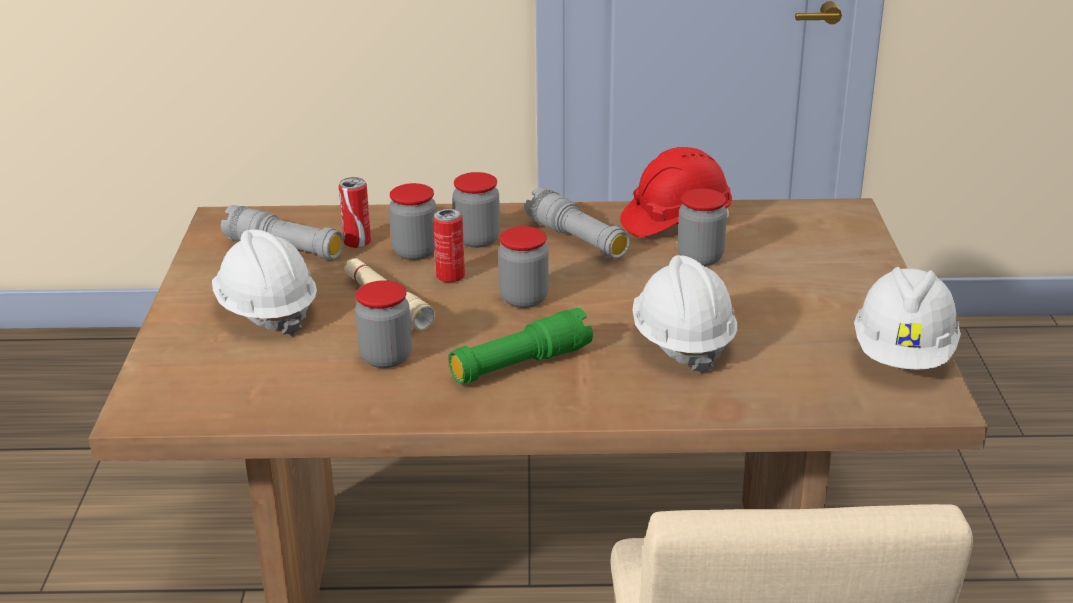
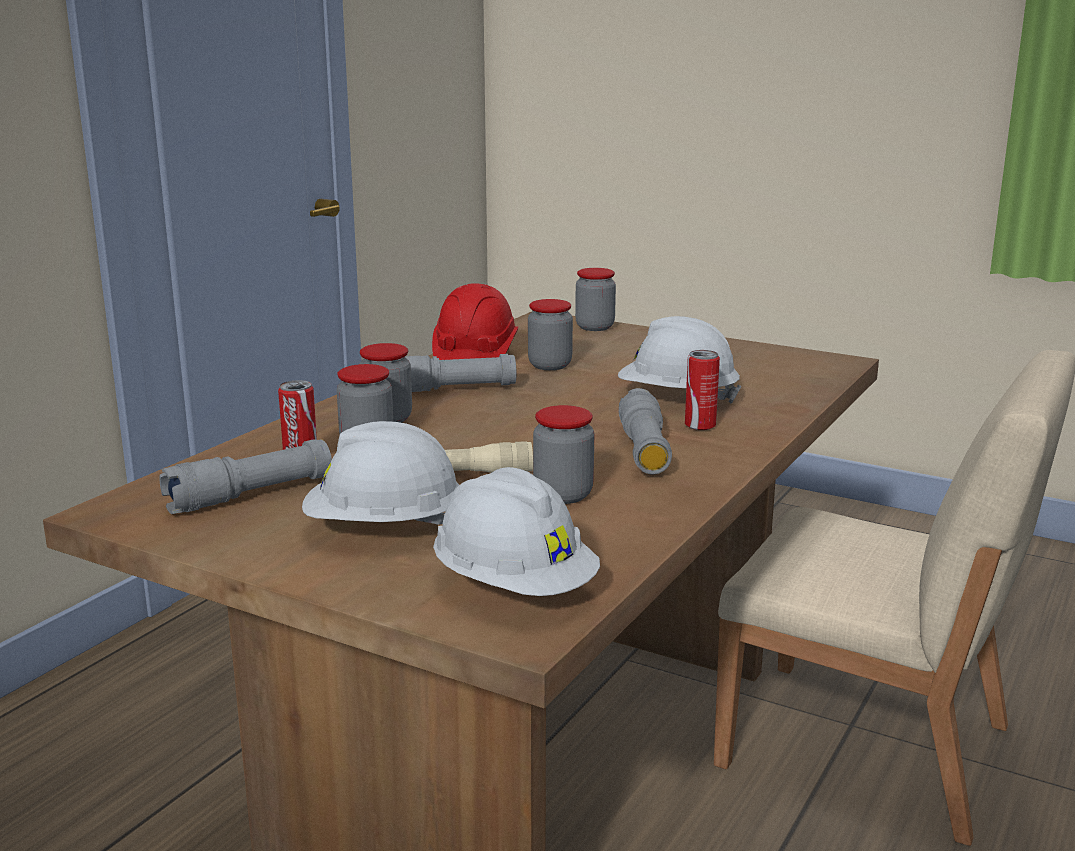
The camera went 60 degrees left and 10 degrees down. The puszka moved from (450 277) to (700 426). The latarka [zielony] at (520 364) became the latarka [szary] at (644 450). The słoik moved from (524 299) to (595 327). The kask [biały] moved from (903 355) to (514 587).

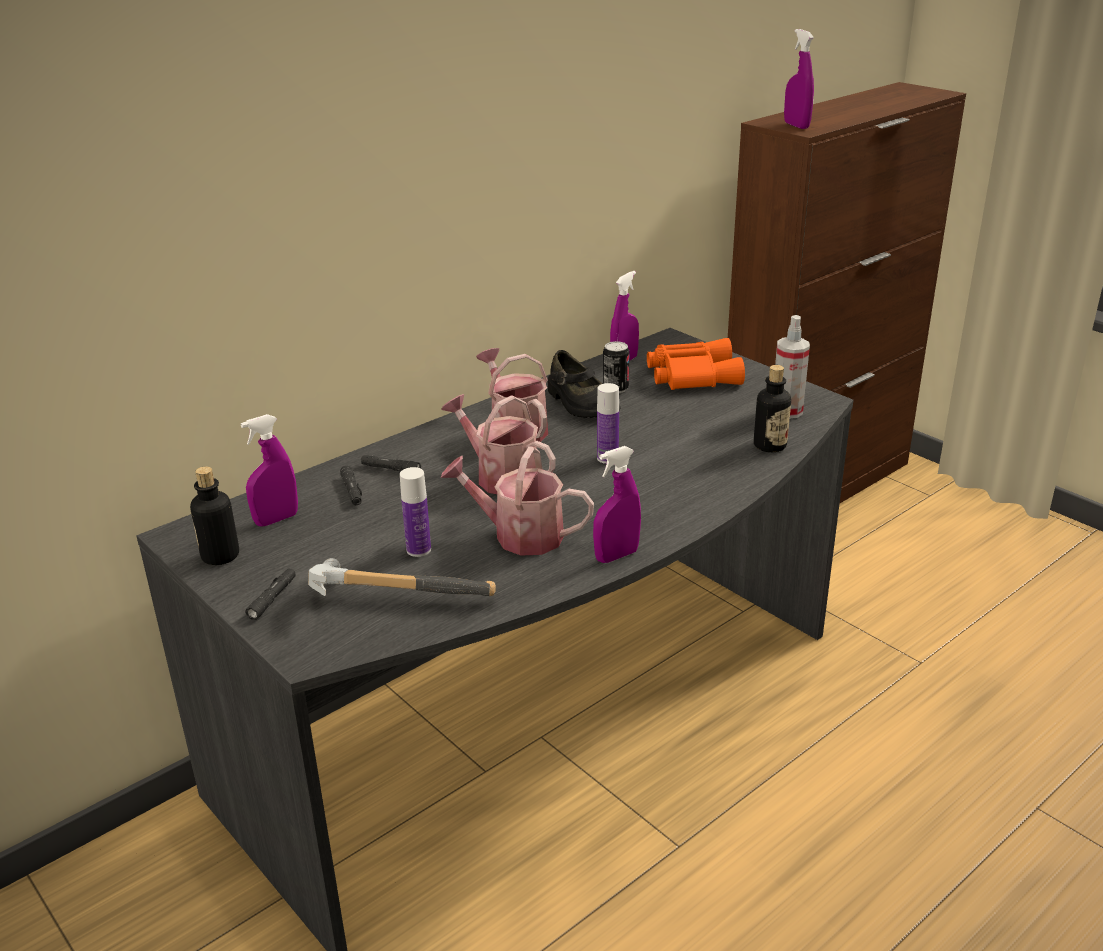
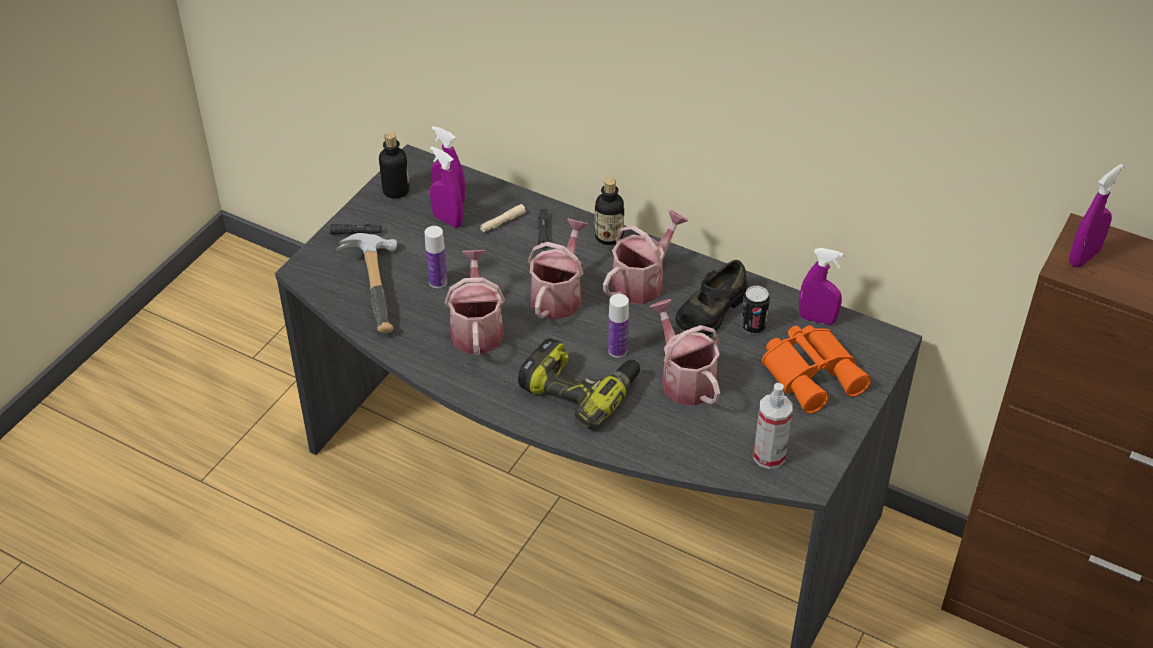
The camera went 70 degrees right and 15 degrees up. The latarka [czarny] at (352 491) became the latarka [beżowy] at (503 222). The spryskiwacz [fioletowy] moved from (616 556) to (447 220). The butelka moved from (770 445) to (608 237). The wiertarka at (580 388) appeared. The konewka at (684 379) appeared.

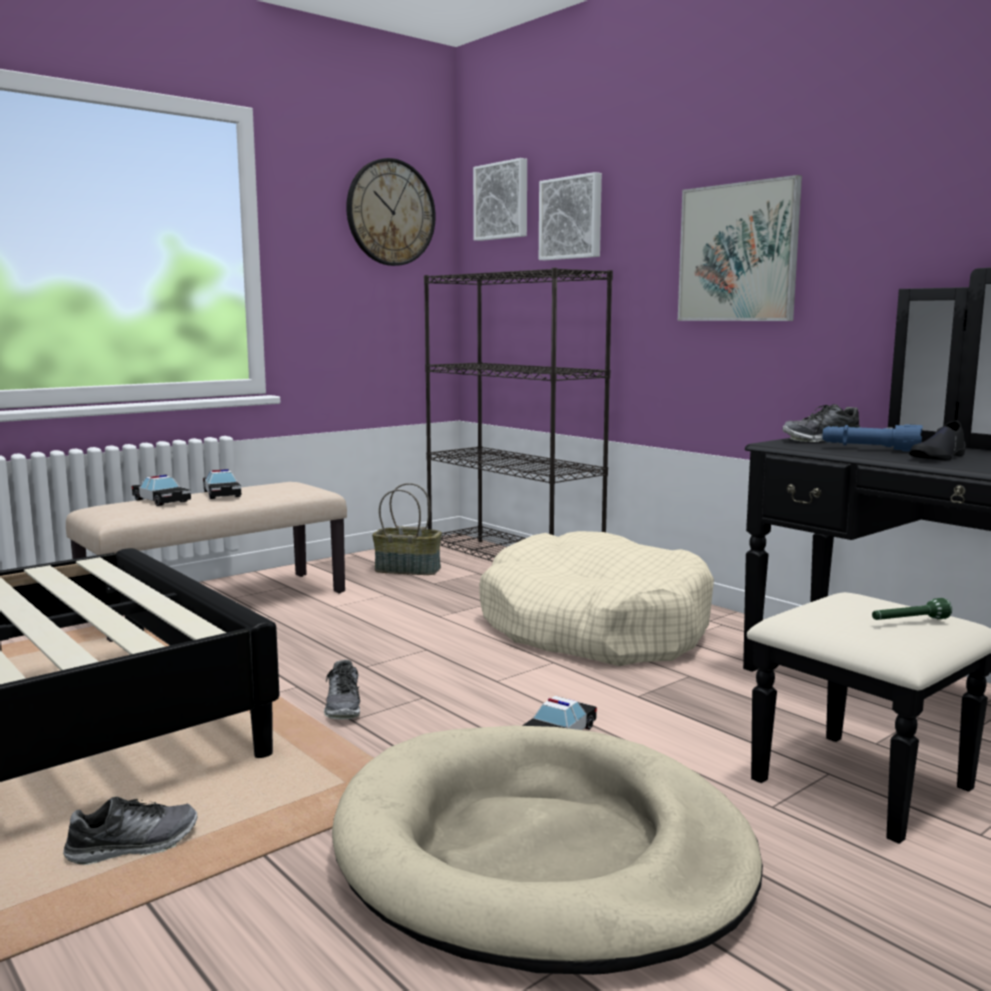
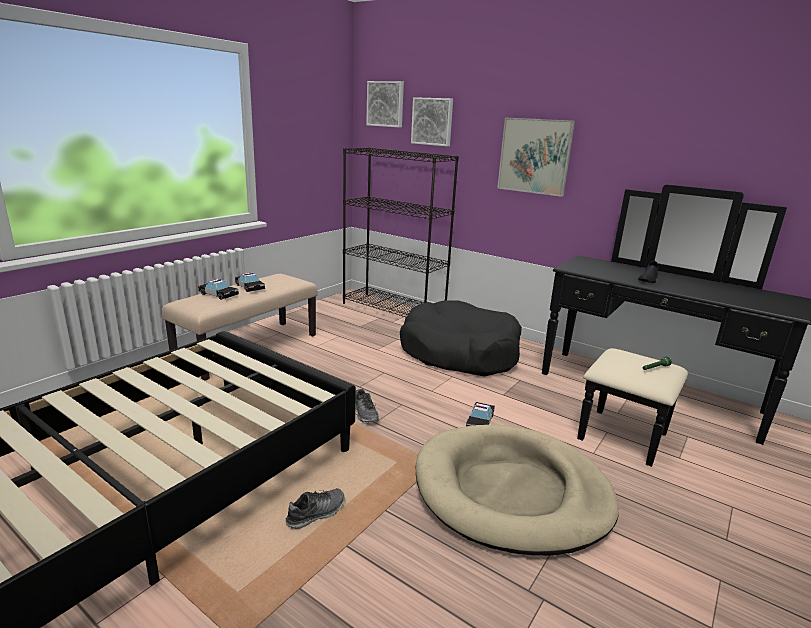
The camera went 15 degrees left and 10 degrees up. The zegar ścienny at (390 212) disappeared. The koszyk at (408 569) disappeared. The legowisko [beżowy] at (594 628) became the legowisko [czarny] at (459 352). The but at (821 440) disappeared. The latarka [niebieski] at (870 449) disappeared.

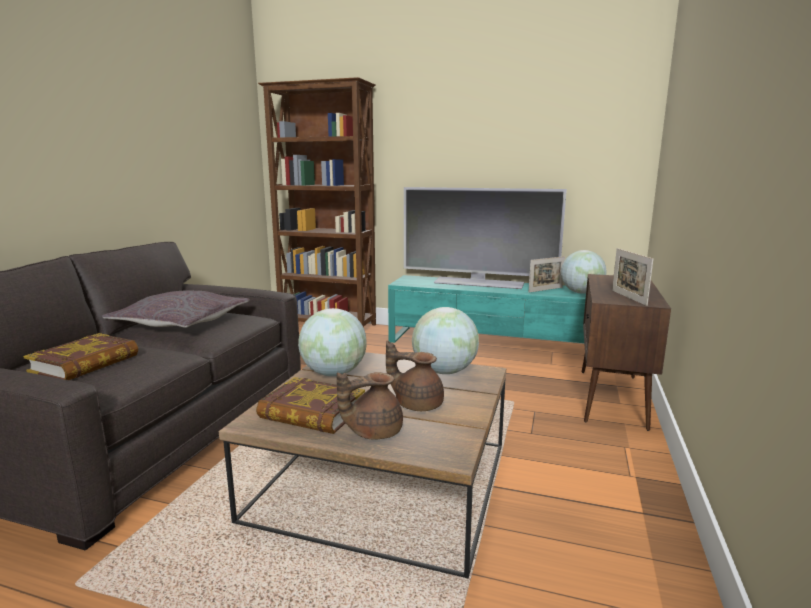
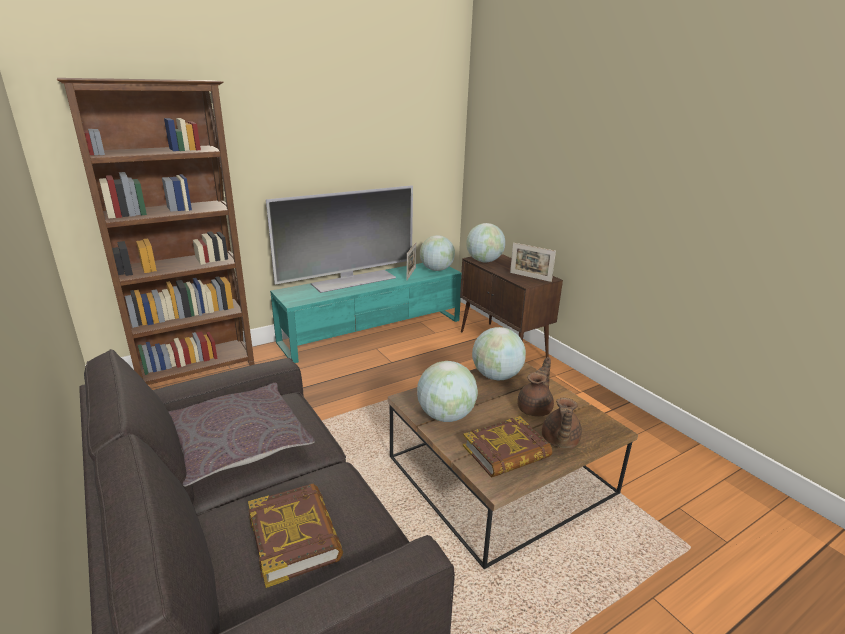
The camera went 50 degrees left and 10 degrees up. The imbryk [brązowy] at (417 404) turned 150 degrees clockwise. The globus at (484 261) appeared.

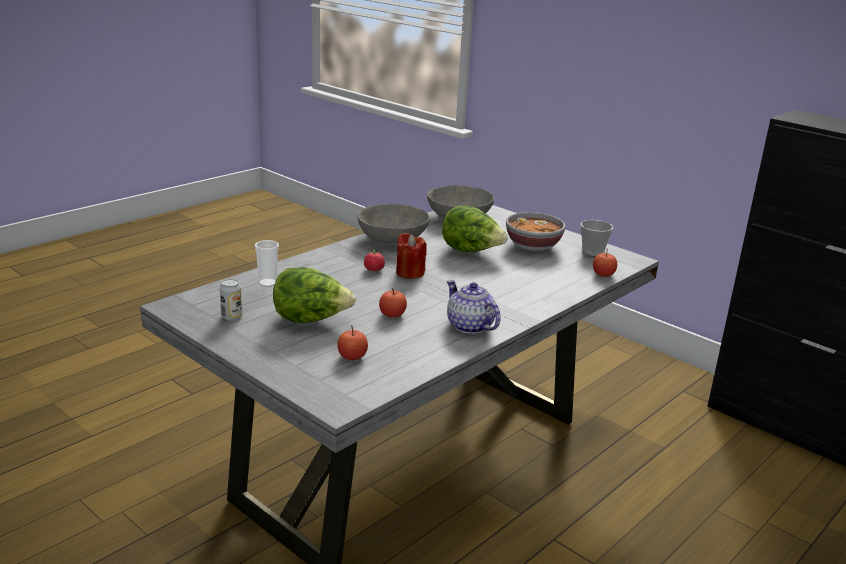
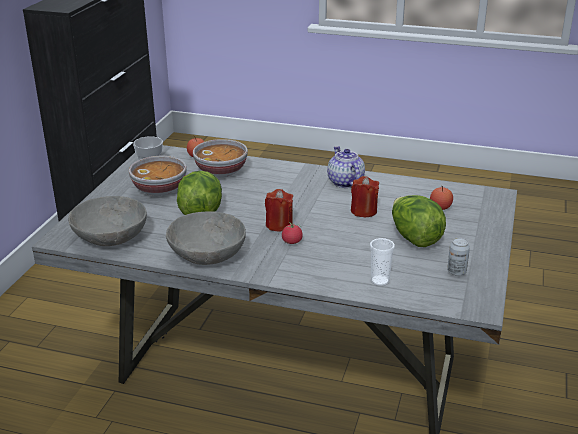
The camera went 115 degrees left and 5 degrees up. The jabłko at (392 315) was replaced by the świeca [czerwony] at (363 211). The imbryk at (469 326) turned 135 degrees clockwise. The miska at (221 171) appeared.

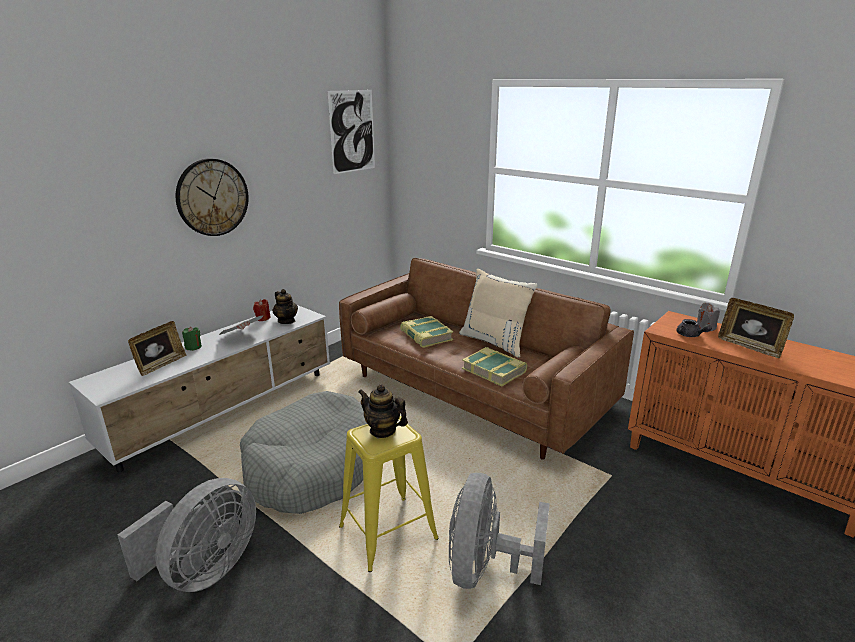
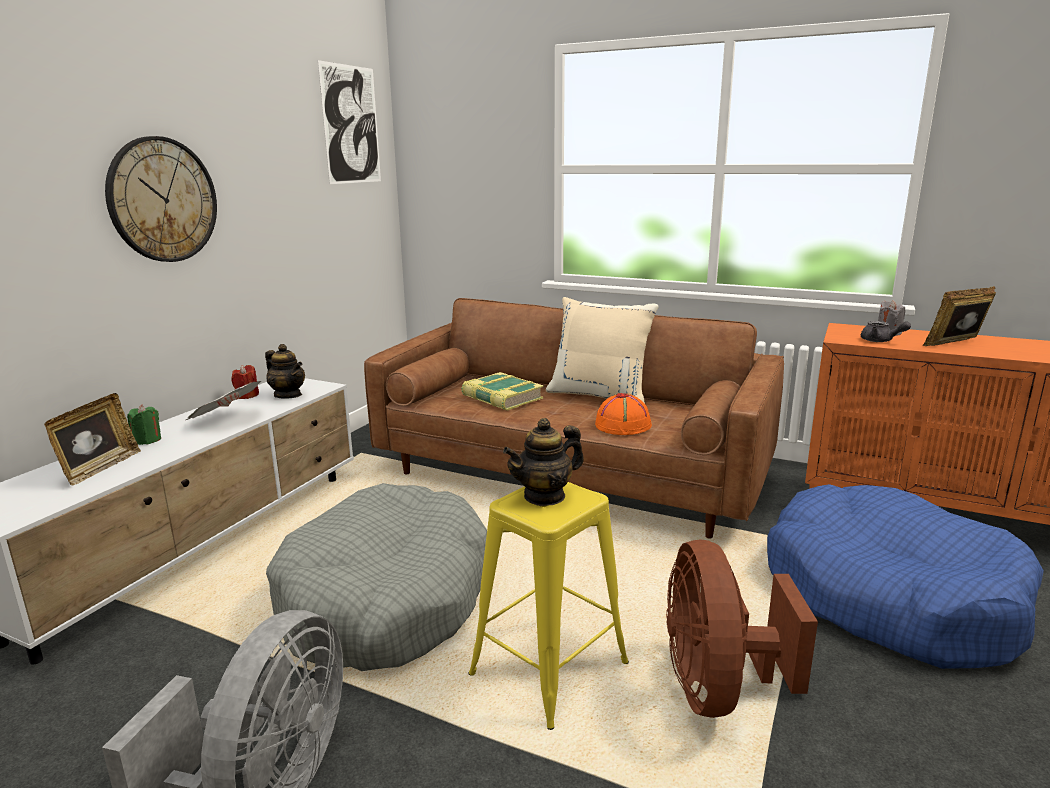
The camera went 15 degrees left and 5 degrees down. The imbryk at (383 430) turned 45 degrees counterclockwise. The wentylator [szary] at (486 568) became the wentylator [brązowy] at (718 689). The książka at (494 370) was replaced by the kapelusz [pomarańczowy] at (623 425). The ramka na zdjęcie at (750 346) turned 120 degrees clockwise. The legowisko [niebieski] at (889 596) appeared.

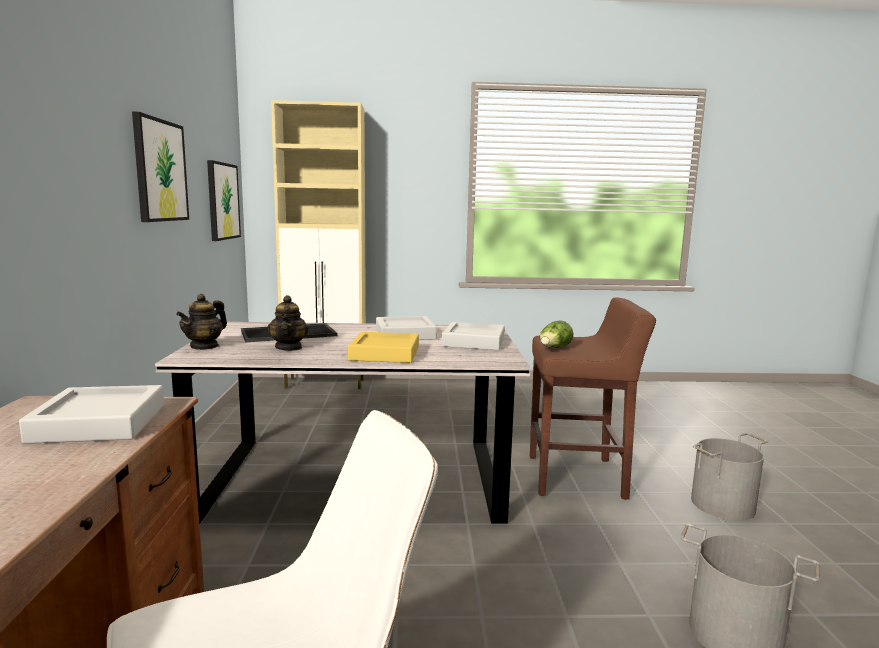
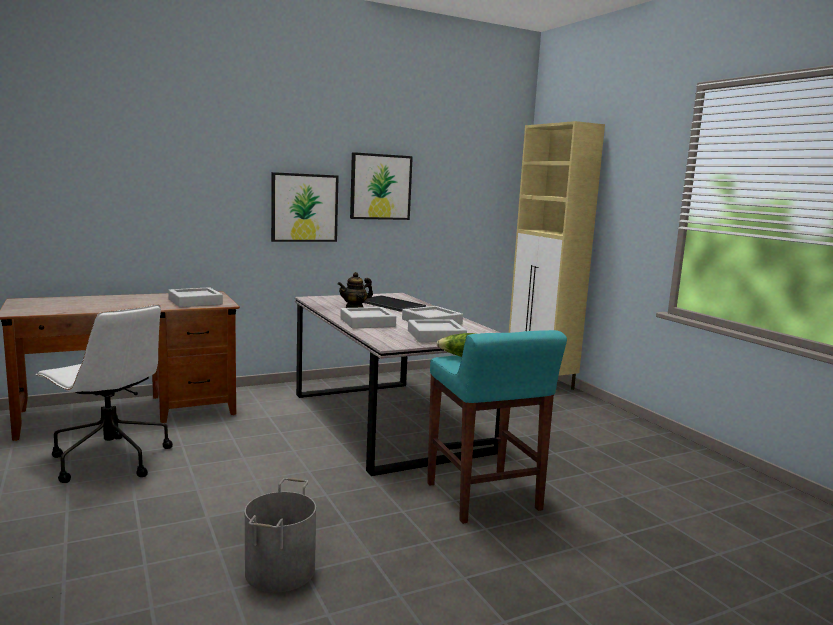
The camera went 65 degrees right and 0 degrees up. The imbryk at (204 346) disappeared. The obraz moved from (222 201) to (304 208). The taca [żółty] at (384 354) became the taca [szary] at (367 322). The stołek [brązowy] at (578 477) became the stołek [turkusowy] at (483 498). The wiadro [szary] at (723 505) disappeared.

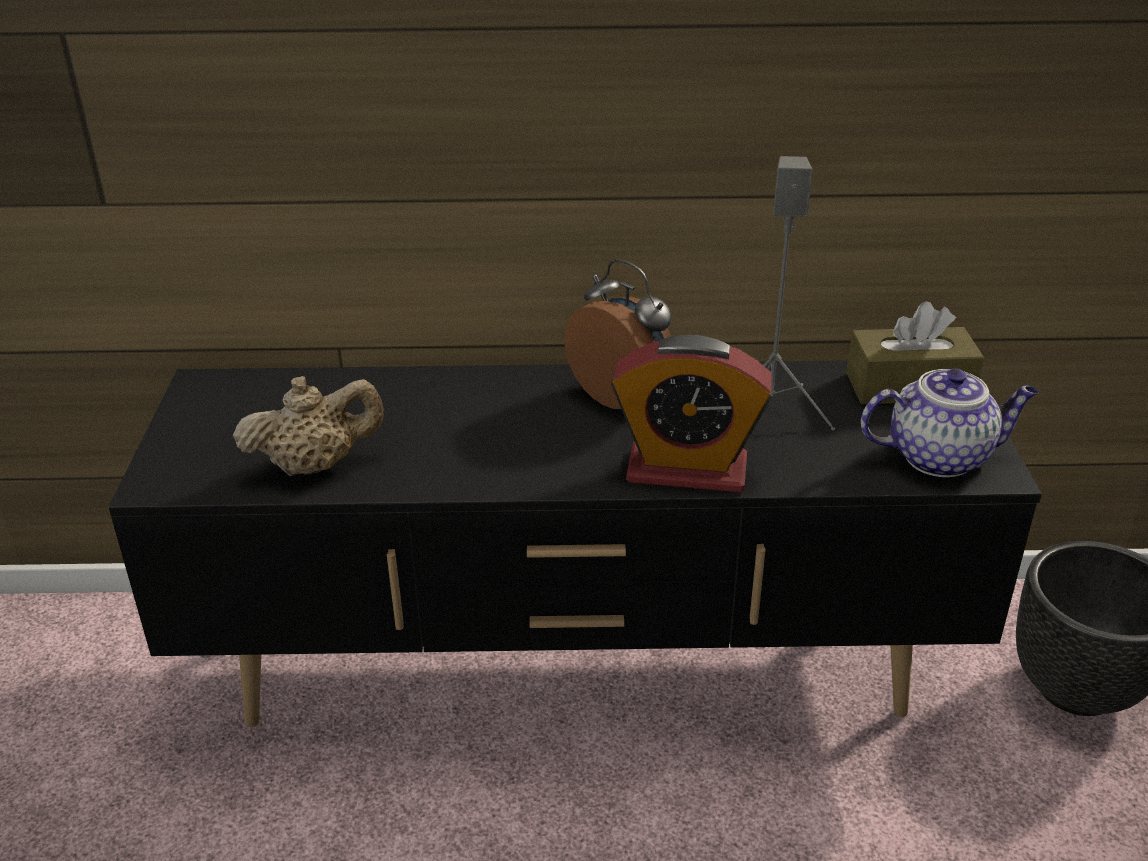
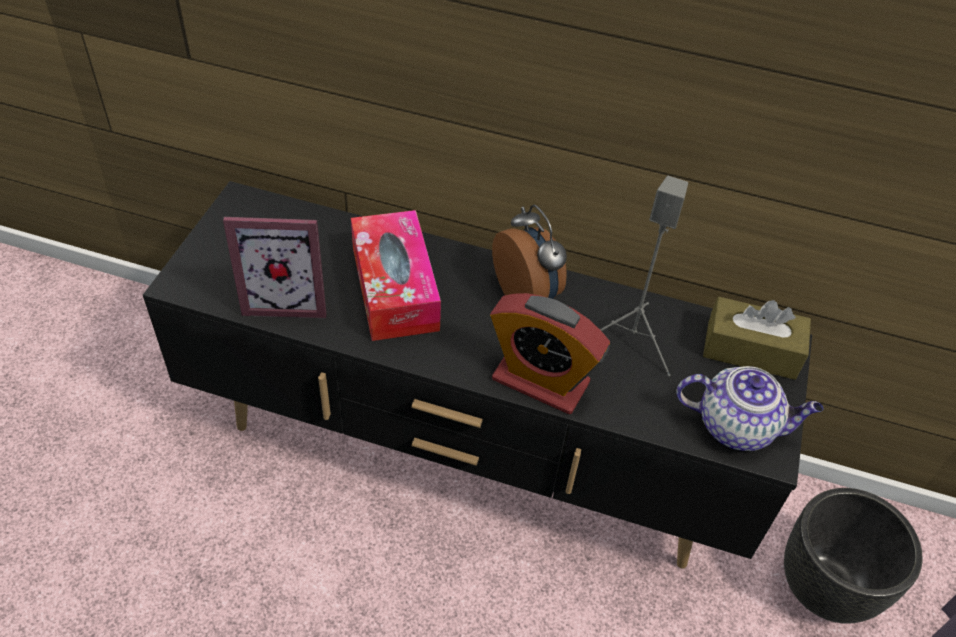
The camera went 15 degrees right and 15 degrees up. The imbryk [beżowy] at (316 465) was replaced by the ramka na zdjęcie at (287 299). The pudełko chusteczek at (394 288) appeared.

